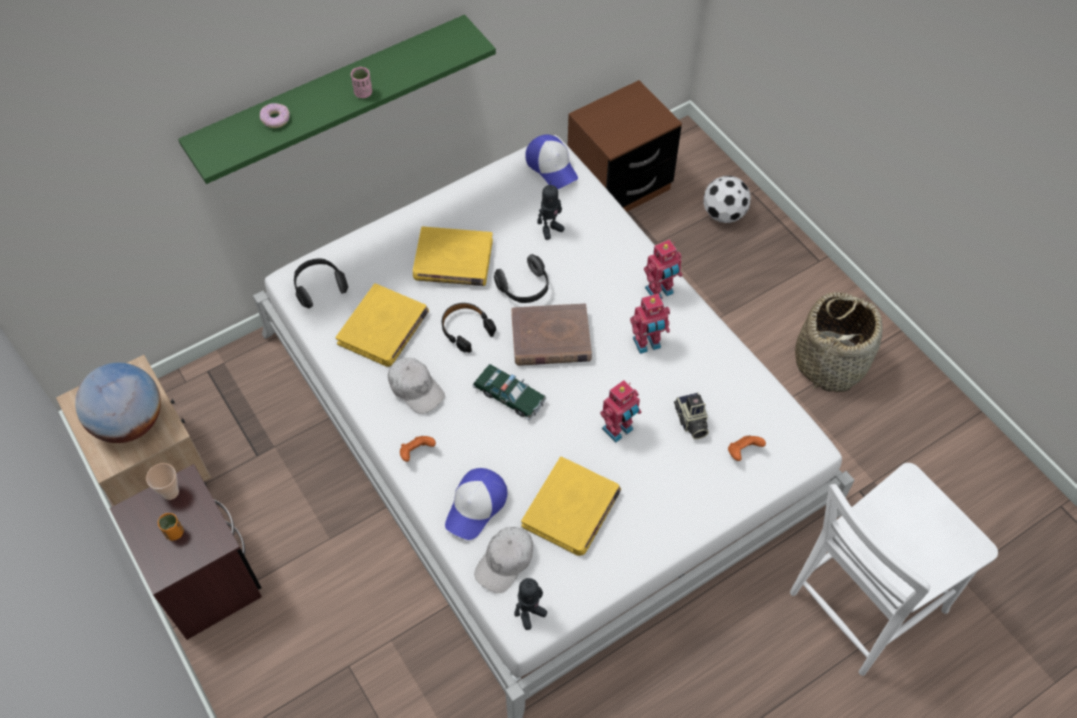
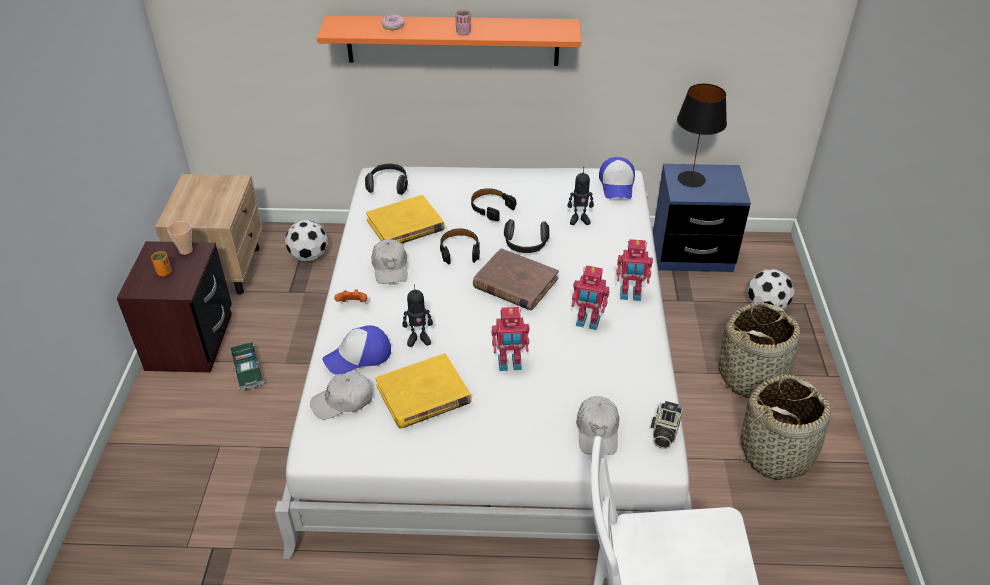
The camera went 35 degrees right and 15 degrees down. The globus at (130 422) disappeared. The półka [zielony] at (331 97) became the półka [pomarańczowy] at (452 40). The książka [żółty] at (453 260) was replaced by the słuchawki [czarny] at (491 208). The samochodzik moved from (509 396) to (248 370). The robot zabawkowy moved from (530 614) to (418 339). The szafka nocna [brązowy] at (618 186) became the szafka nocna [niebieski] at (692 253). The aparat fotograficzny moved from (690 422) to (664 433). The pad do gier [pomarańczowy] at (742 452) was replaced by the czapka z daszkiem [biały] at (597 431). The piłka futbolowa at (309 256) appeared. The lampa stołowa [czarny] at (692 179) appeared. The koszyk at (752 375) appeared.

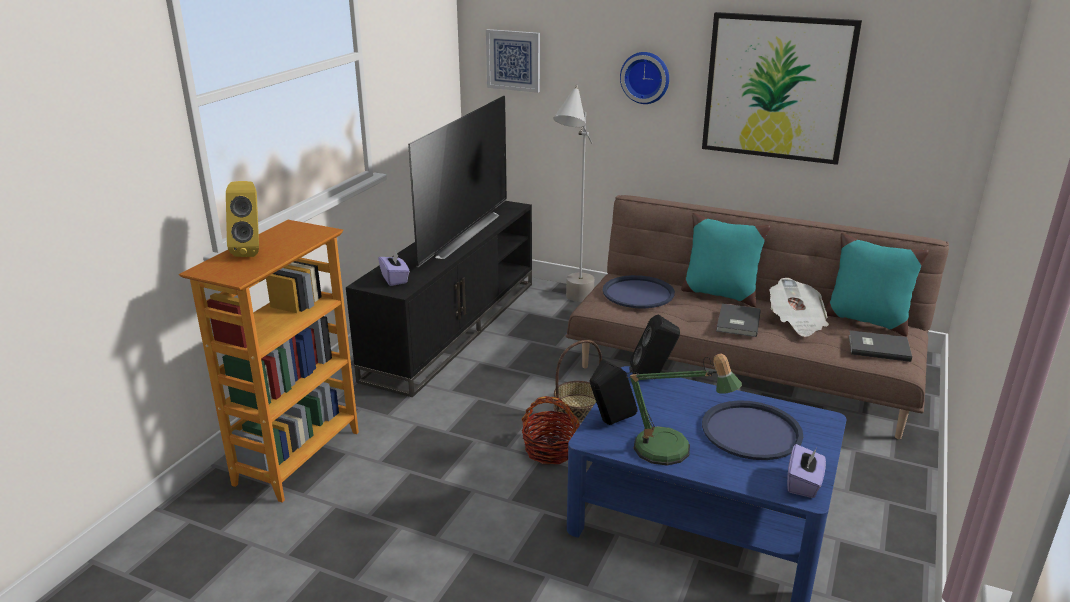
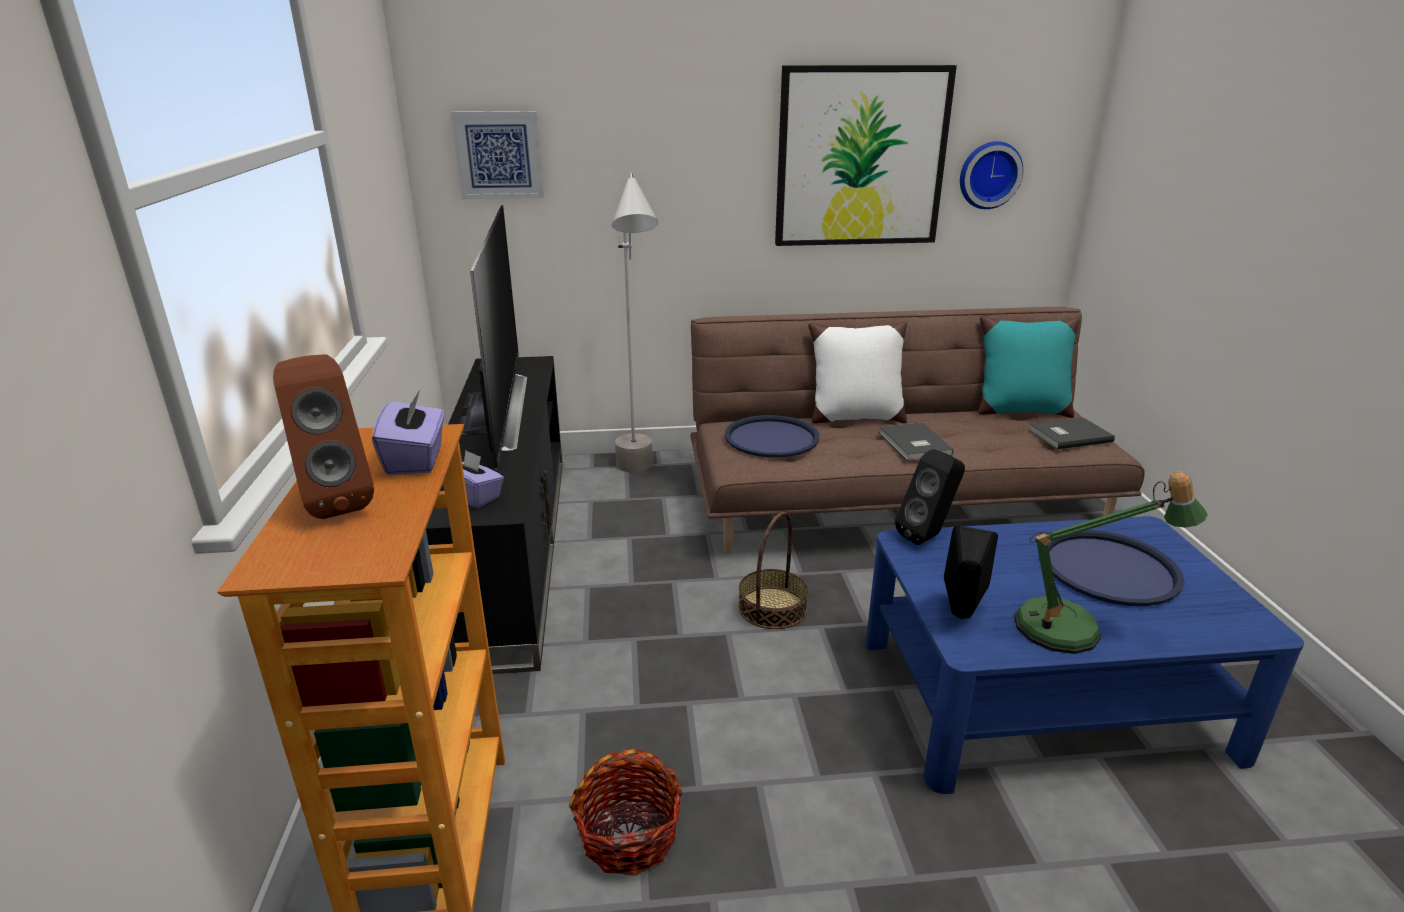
The camera went 30 degrees left and 0 degrees up. The głośnik [żółty] at (251 251) became the głośnik [brązowy] at (335 501). The koszyk moved from (551 450) to (629 836). The zegar ścienny moved from (645 77) to (988 175). The poduszka [turkusowy] at (719 294) became the poduszka [biały] at (854 417). The gazeta at (796 322) disappeared. The pudełko chusteczek [fioletowy] moved from (803 484) to (416 459).

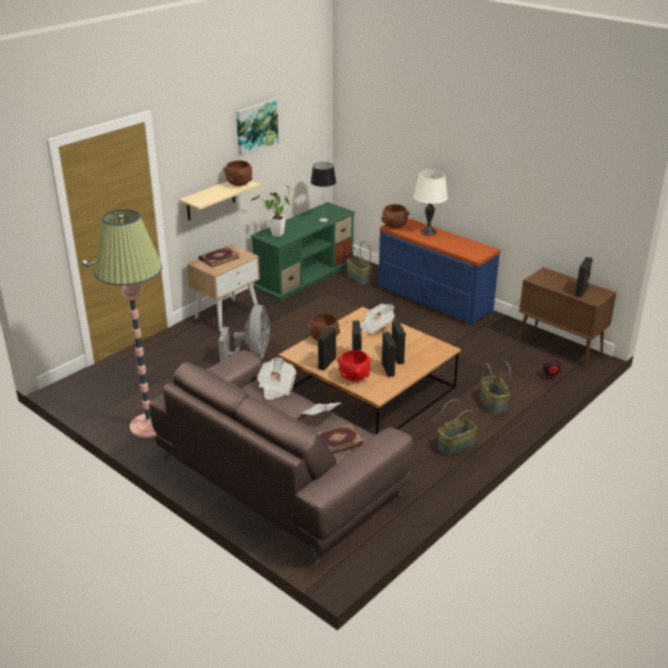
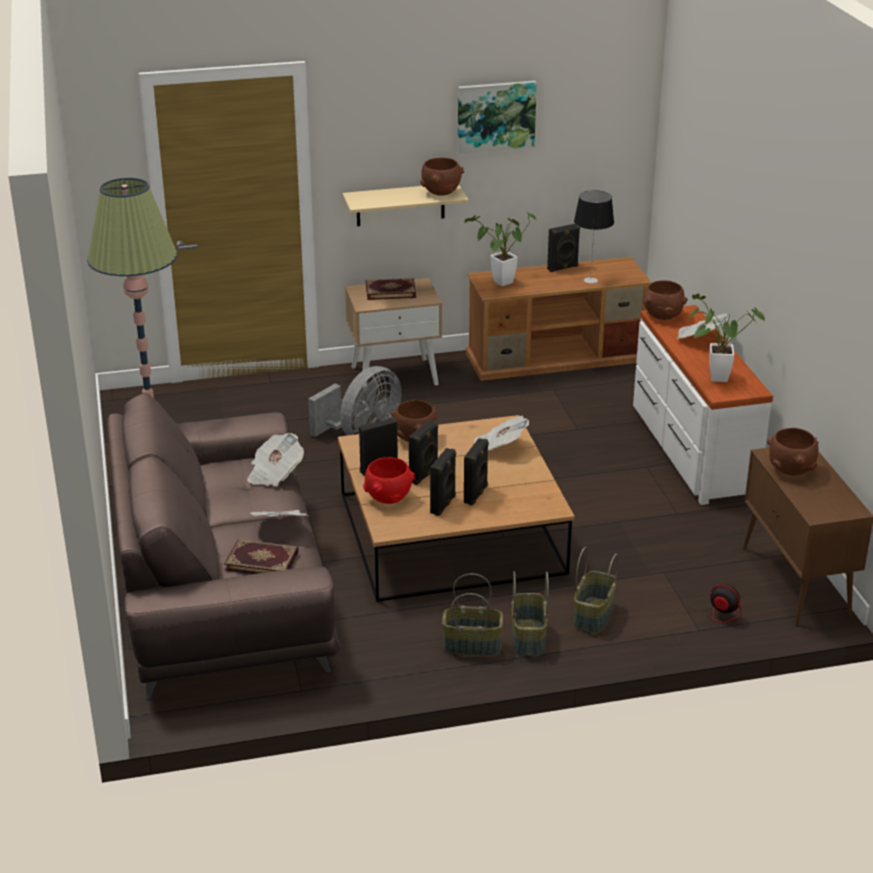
The camera went 35 degrees right and 0 degrees up. The szafka pod telewizor [zielony] at (305 274) became the szafka pod telewizor [brązowy] at (556 356). The koszyk moved from (359 277) to (529 638). The komoda [niebieski] at (433 300) became the komoda [biały] at (691 449). The lampa stołowa [biały] at (428 232) was replaced by the gazeta at (699 338). The głośnik [czarny] moved from (581 292) to (563 268). The roślina doniczkowa at (713 377) appeared. The miska [brązowy] at (790 469) appeared.

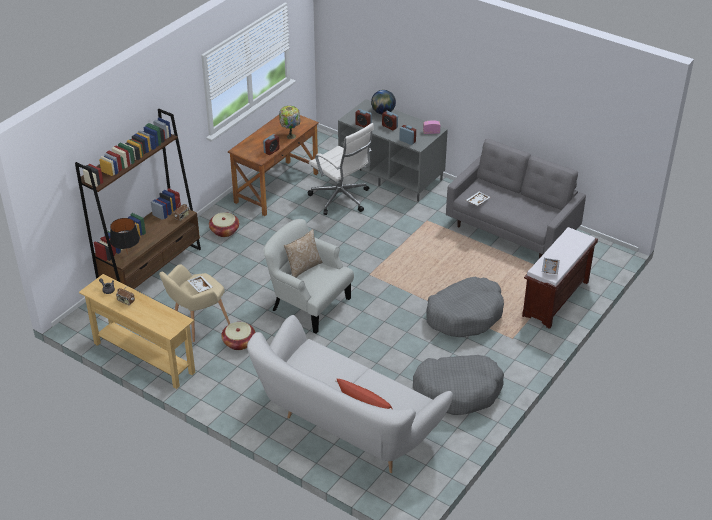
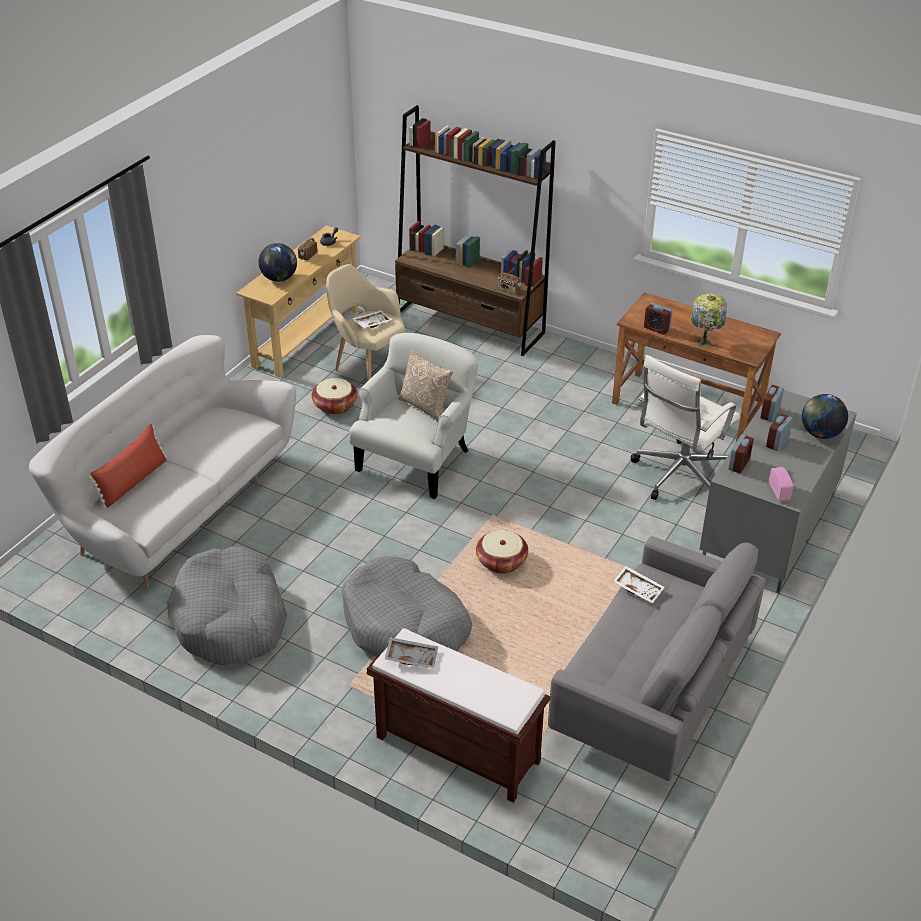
The camera went 85 degrees right and 0 degrees up. The lampa stołowa [czarny] at (127 254) disappeared. The koszyk moved from (224 231) to (501 561). The globus at (279 278) appeared.

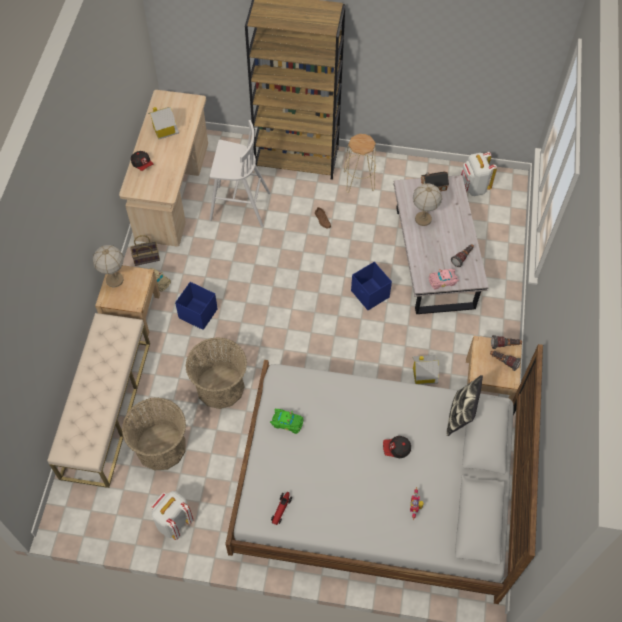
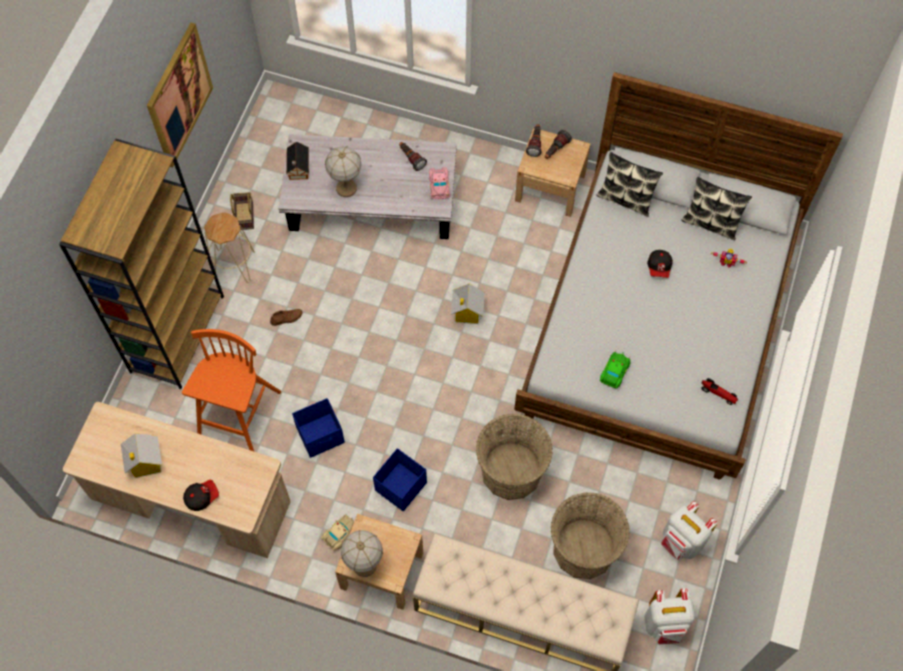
The camera went 80 degrees left and 5 degrees up. The koszyk moved from (147 257) to (244 215). The stołek [biały] at (238 206) became the stołek [pomarańczowy] at (239 417). The pojemnik do przechowywania [niebieski] moved from (370 294) to (321 435). The domek moved from (423 375) to (467 312). The plecak [biały] moved from (473 187) to (665 624). The obraz at (179 95) appeared. The poduszka at (711 223) appeared.

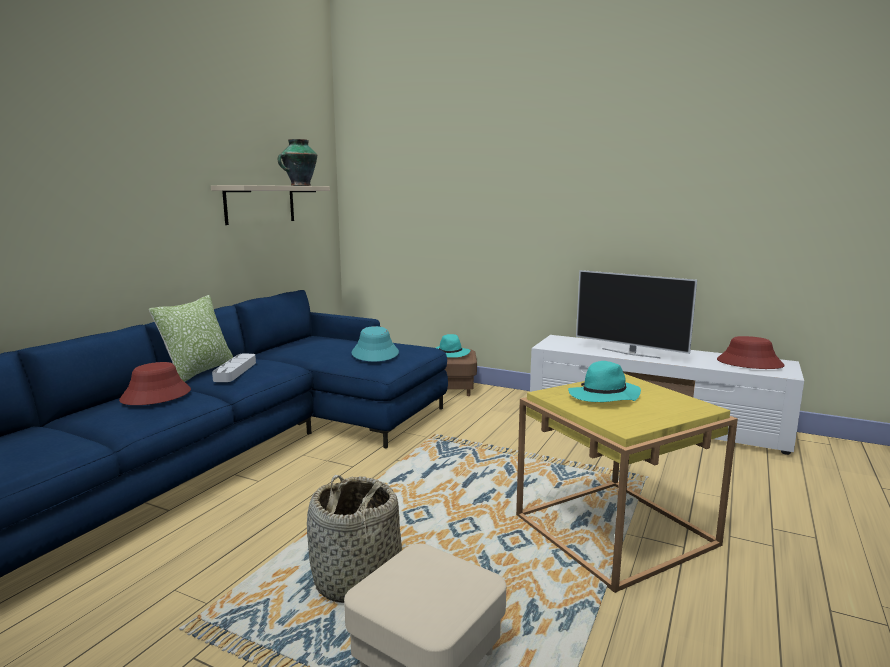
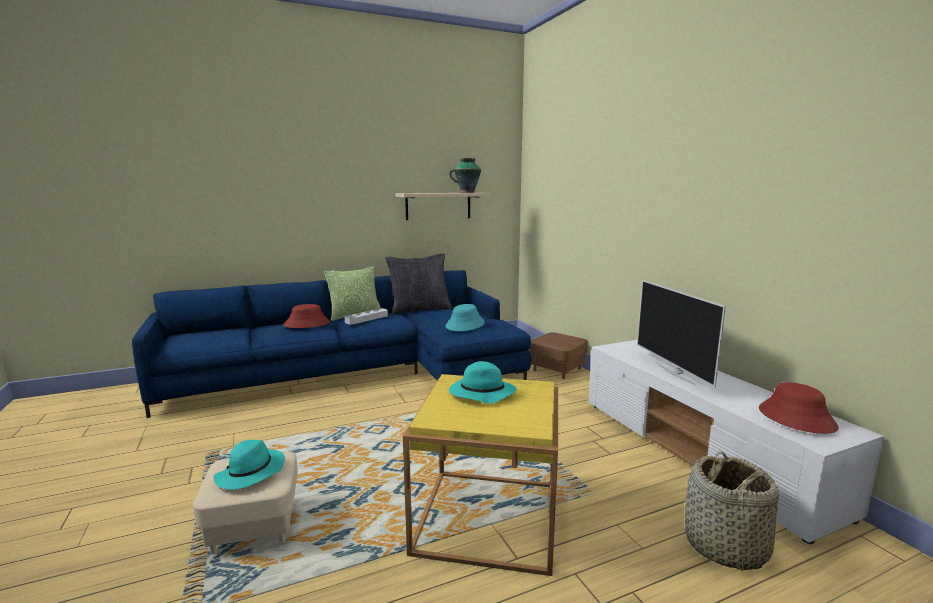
The camera went 40 degrees right and 0 degrees up. The koszyk moved from (357 581) to (724 546). The kapelusz [turkusowy] moved from (451 354) to (250 473). The poduszka [czarny] at (419 309) appeared.

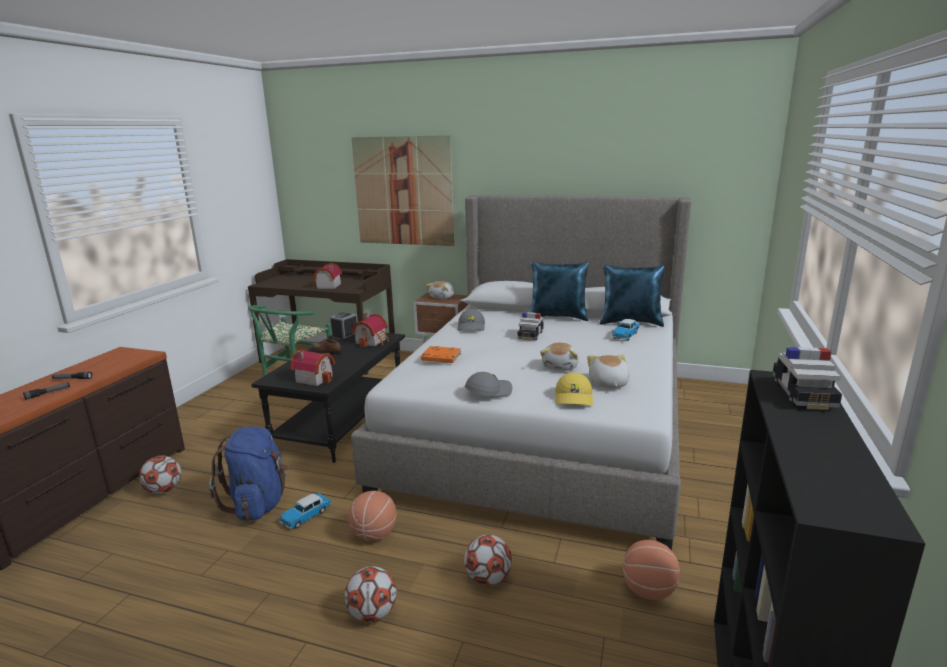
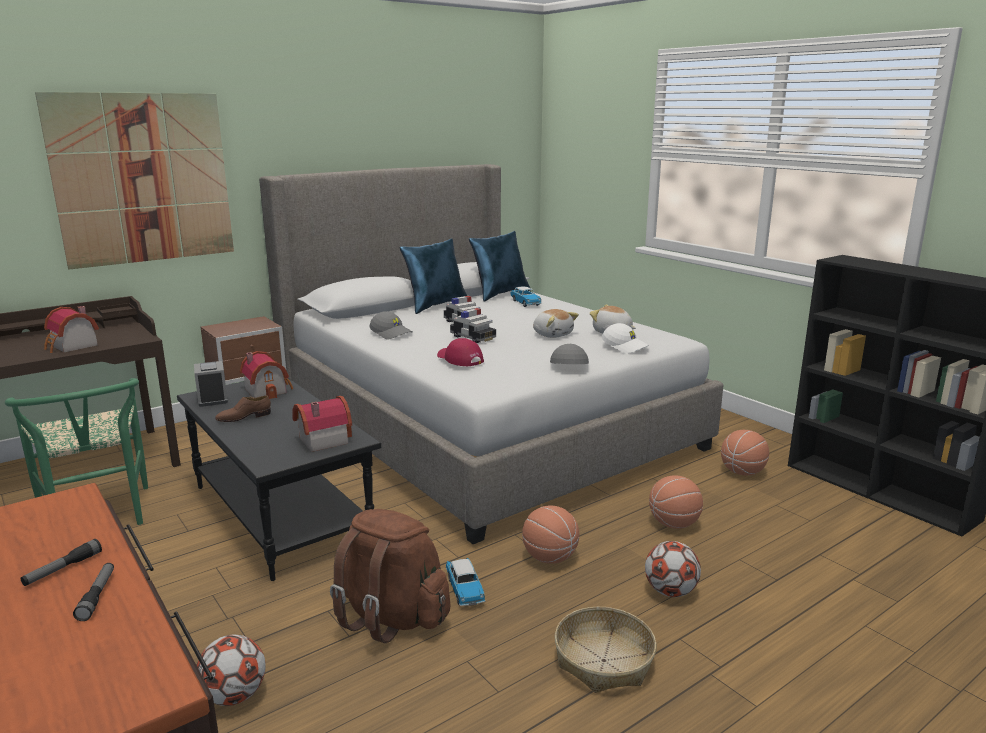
The camera went 55 degrees left and 0 degrees up. The plecak [niebieski] at (258 504) became the plecak [brązowy] at (392 617). The książka [pomarańczowy] at (440 358) was replaced by the czapka z daszkiem [czerwony] at (459 359). The pluszak at (443 297) disappeared. The piłka futbolowa at (488 579) was replaced by the piłka do koszykówki at (674 524). The czapka z daszkiem [żółty] at (574 398) became the czapka z daszkiem [biały] at (625 346). The samochodzik moved from (803 394) to (473 337). The koszyk at (603 661) appeared.

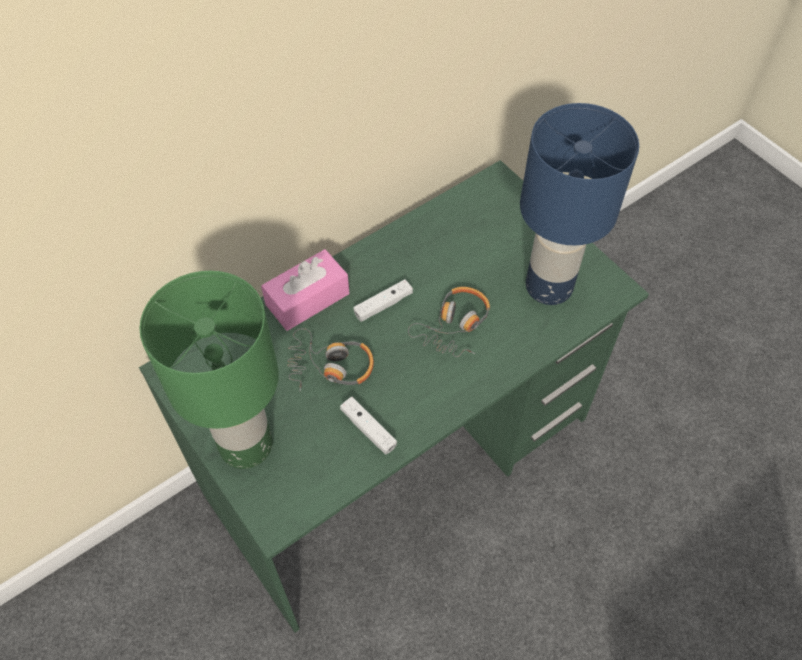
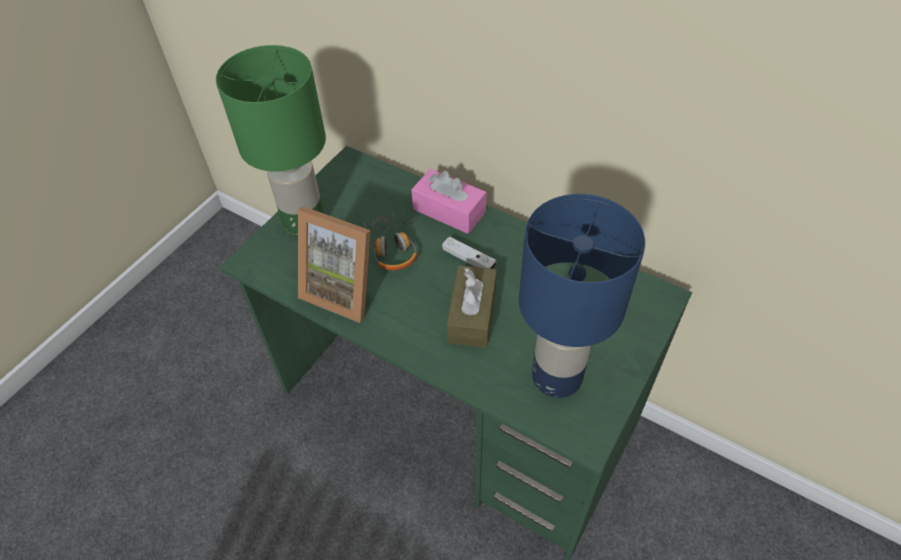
The camera went 70 degrees right and 5 degrees down. The pad do gier [biały] at (368 429) was replaced by the ramka na zdjęcie at (344 289). The słuchawki at (454 326) was replaced by the pudełko chusteczek [brązowy] at (472 315).

